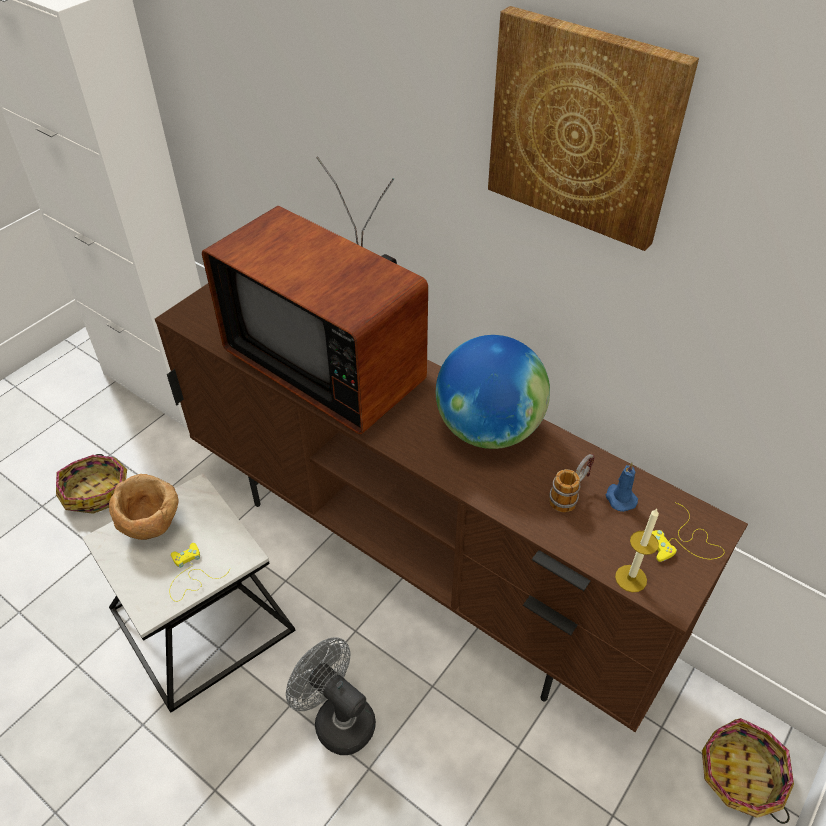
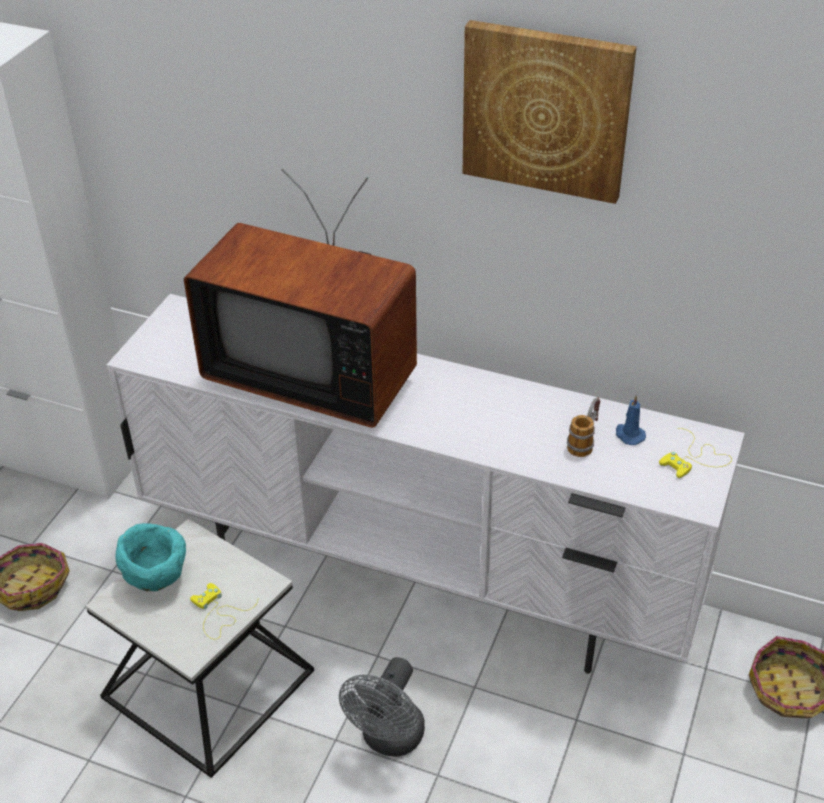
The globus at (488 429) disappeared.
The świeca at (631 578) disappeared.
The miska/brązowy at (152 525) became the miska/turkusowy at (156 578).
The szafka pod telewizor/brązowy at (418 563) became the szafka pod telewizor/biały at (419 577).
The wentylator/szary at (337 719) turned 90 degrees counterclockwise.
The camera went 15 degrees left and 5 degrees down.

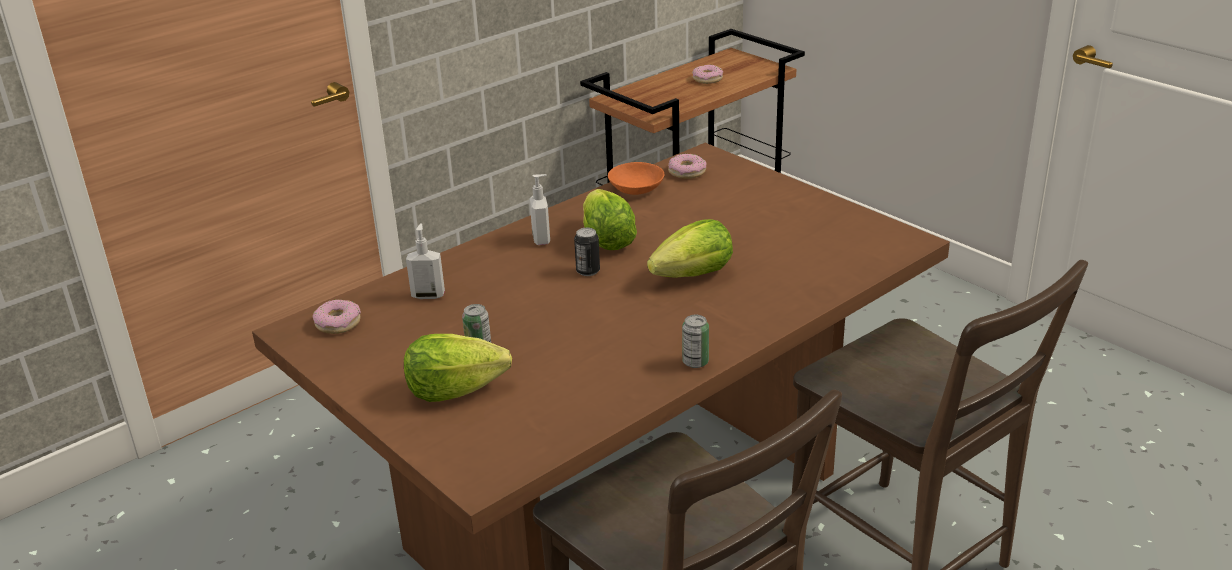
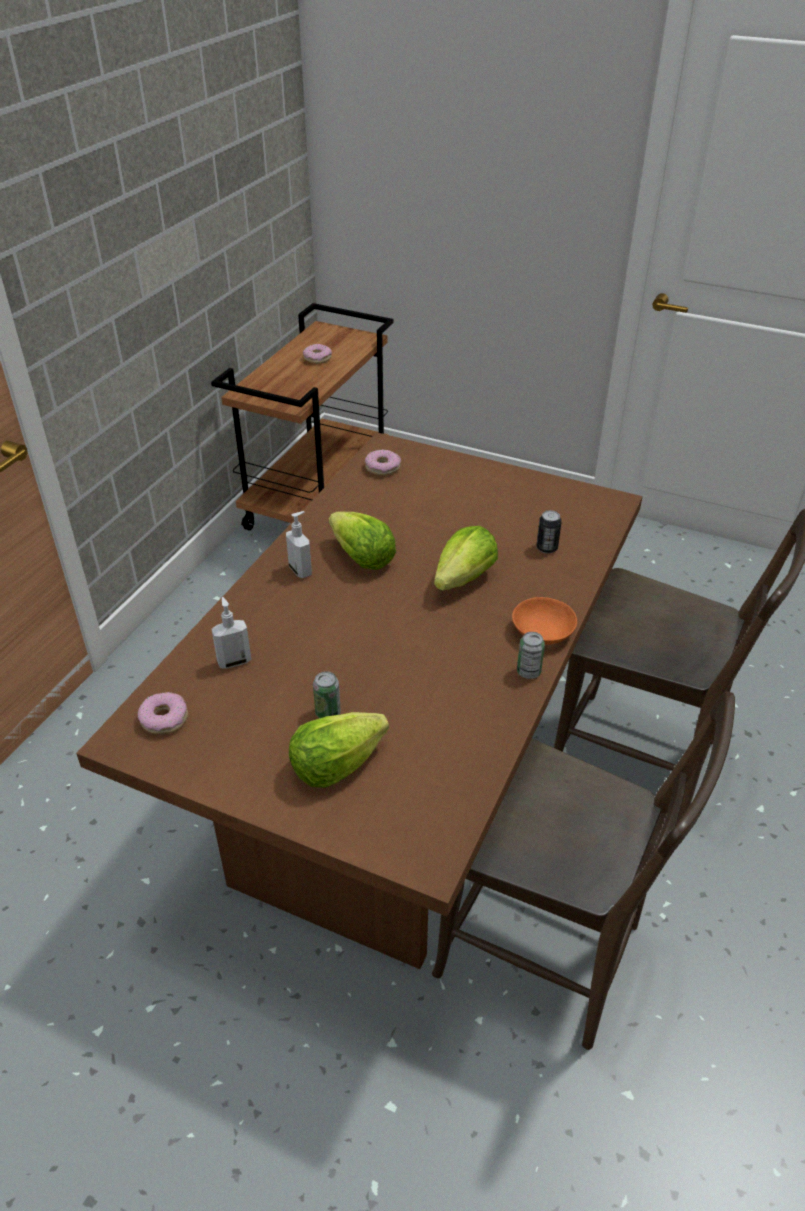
The puszka moved from (588 271) to (547 548).
The miska/pomarańczowy moved from (635 188) to (541 631).
The camera went 25 degrees left and 10 degrees up.

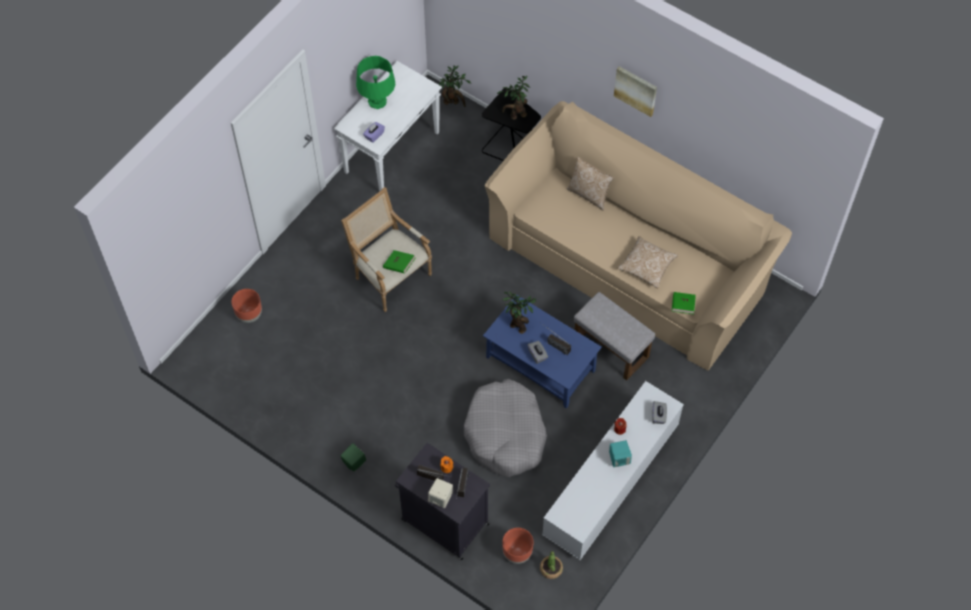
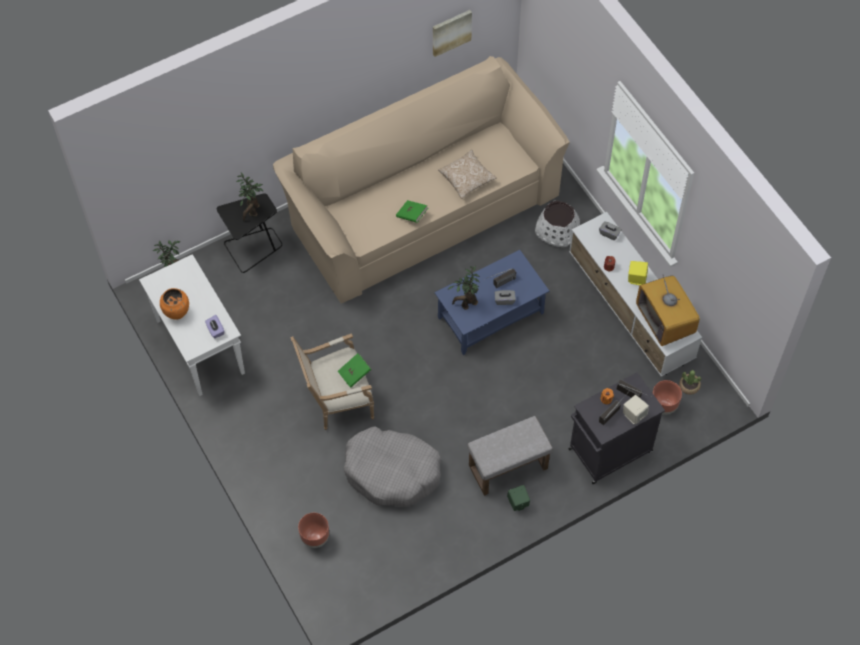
The poduszka at (589 194) disappeared.
The donica/biały at (557 230) appeared.
The telewizor at (665 320) appeared.
The legowisko/szary moved from (505 434) to (392 472).
The pufa/szary moved from (610 348) to (507 468).
The obraz moved from (636 90) to (451 32).
The książka/zielony moved from (682 306) to (412 215).
The lampa stołowa/zielony at (377 101) was replaced by the wazon/pomarańczowy at (177 313).
The głośnik/turkusowy at (619 459) became the głośnik/żółty at (636 278).
The camera went 65 degrees left and 0 degrees up.

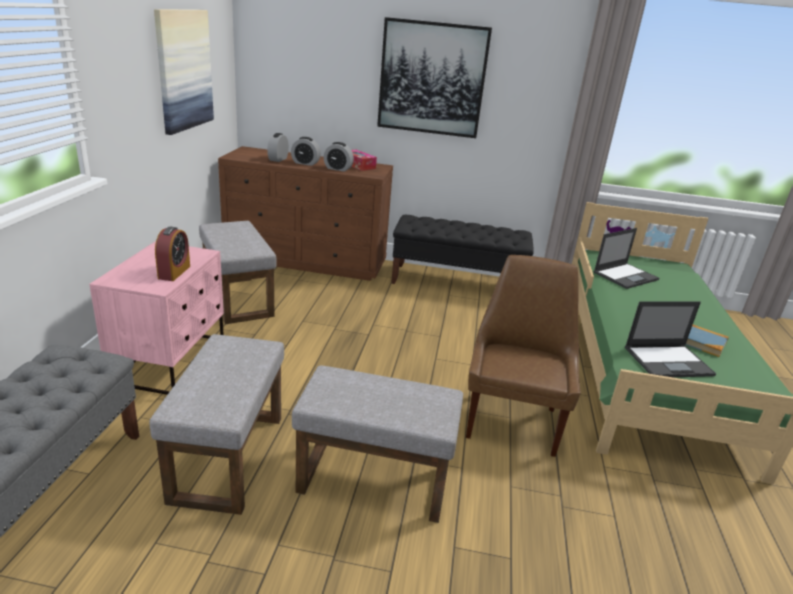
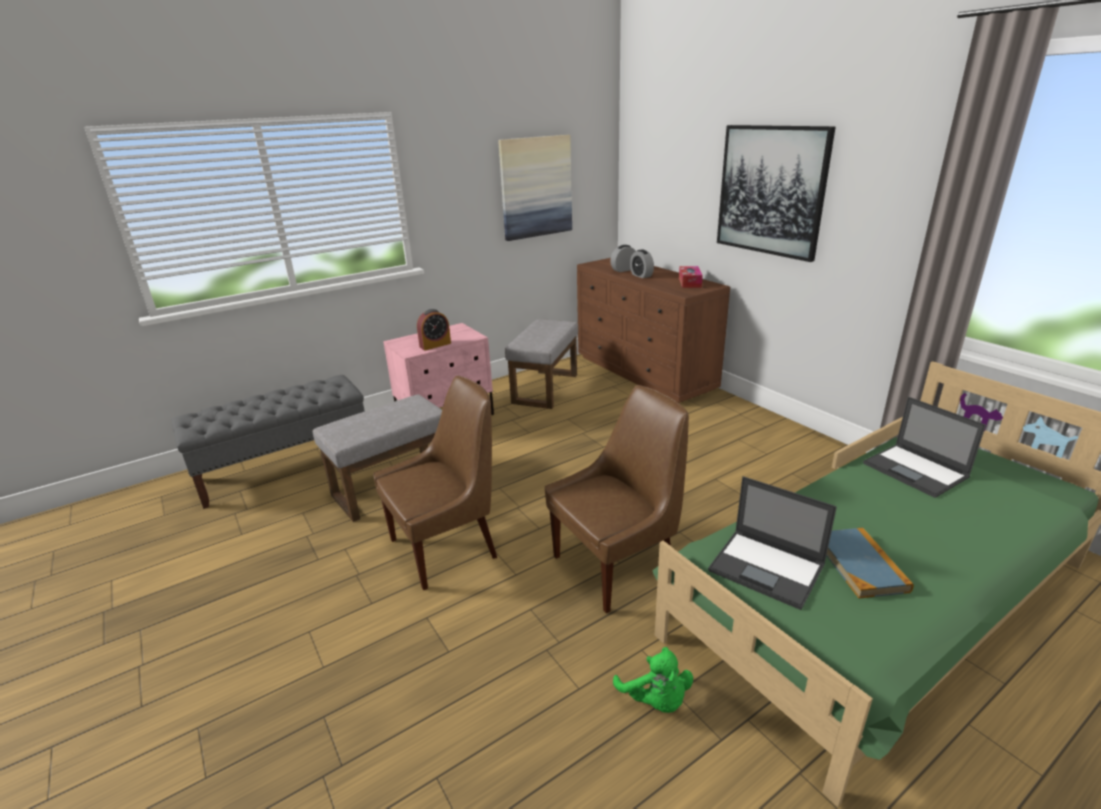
The budzik at (338 169) disappeared.
The ławka/czarny at (457 283) disappeared.
The pluszak/zielony at (655 700) appeared.
The pufa/szary at (376 480) was replaced by the krzesło/brązowy at (447 547).
The laptop at (626 276) turned 45 degrees clockwise.
The camera went 50 degrees right and 0 degrees up.

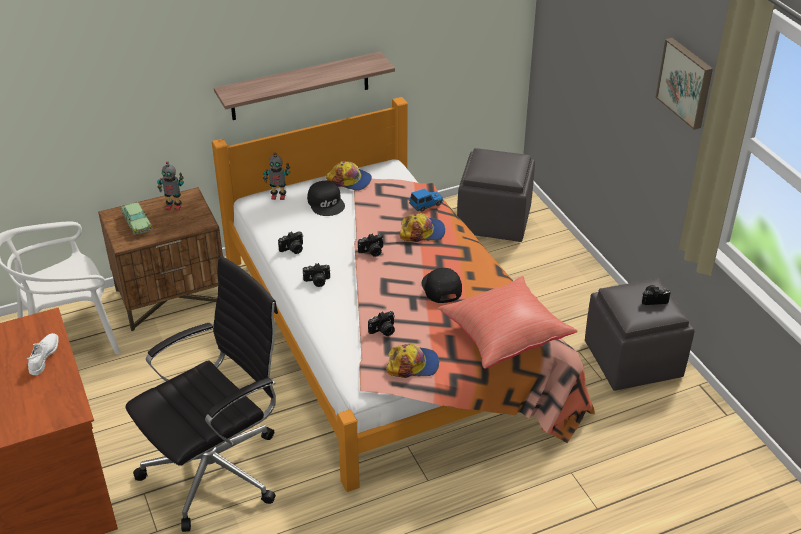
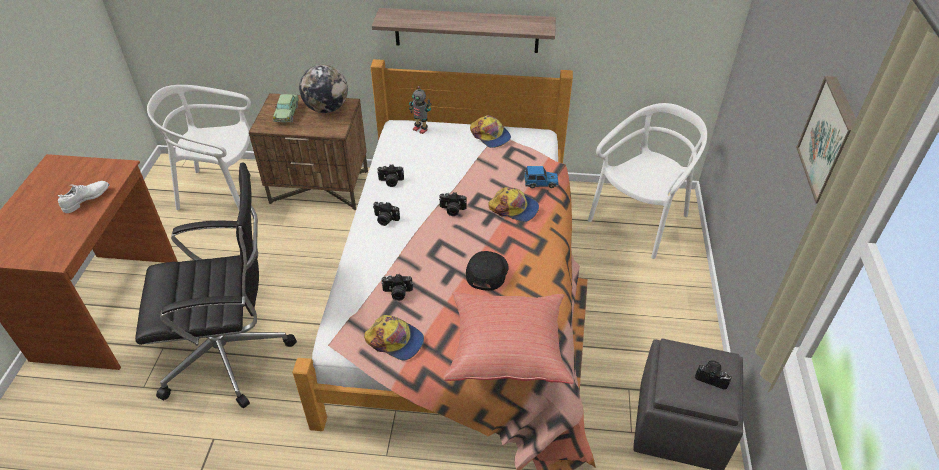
The czapka z daszkiem/czarny at (326 203) disappeared.
The robot zabawkowy at (174 206) was replaced by the globus at (326 108).
The pufa/szary at (495 220) was replaced by the krzesło/biały at (640 221).
The camera went 30 degrees right and 5 degrees up.

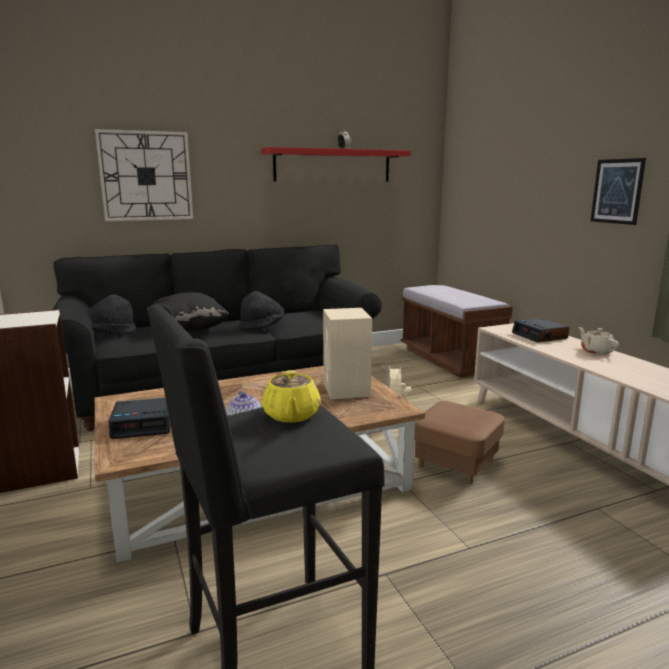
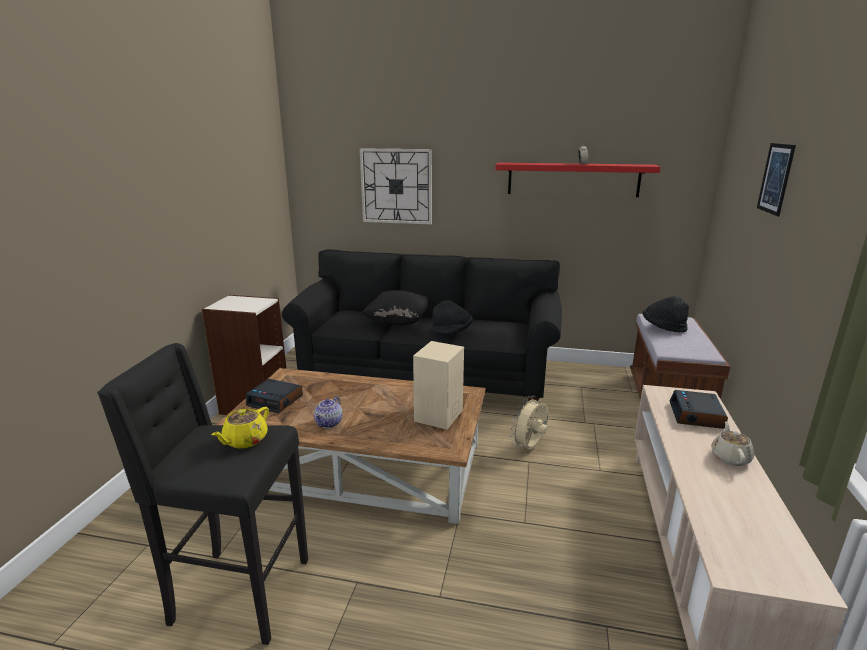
The pufa/brązowy at (456 463) disappeared.
The kapelusz/czarny moved from (110 333) to (663 328).
The obraz moved from (617 191) to (775 178).
The camera went 35 degrees right and 5 degrees up.

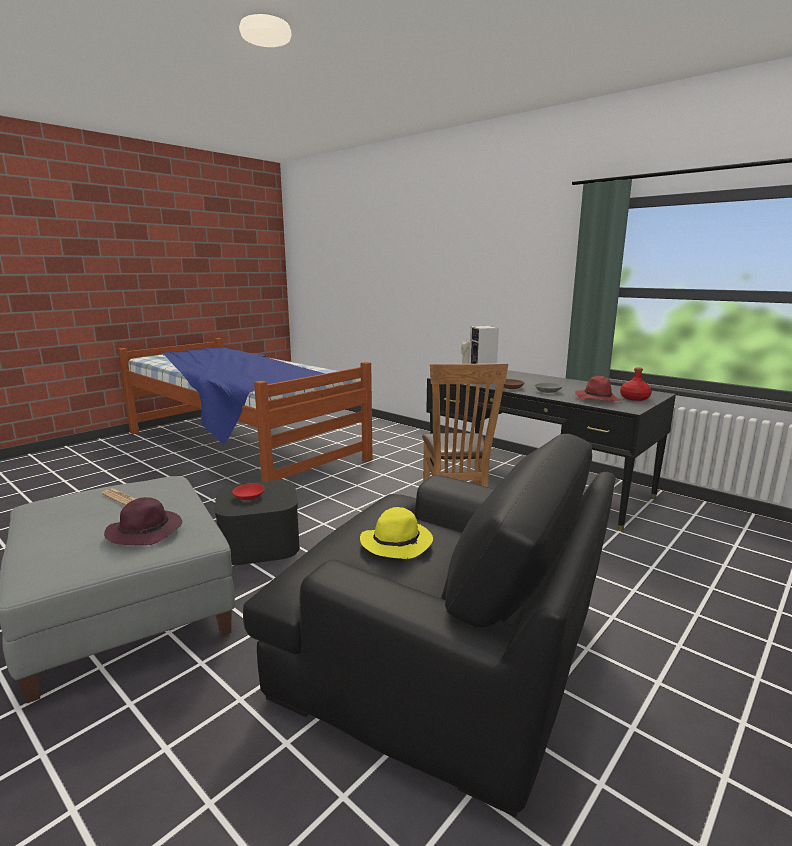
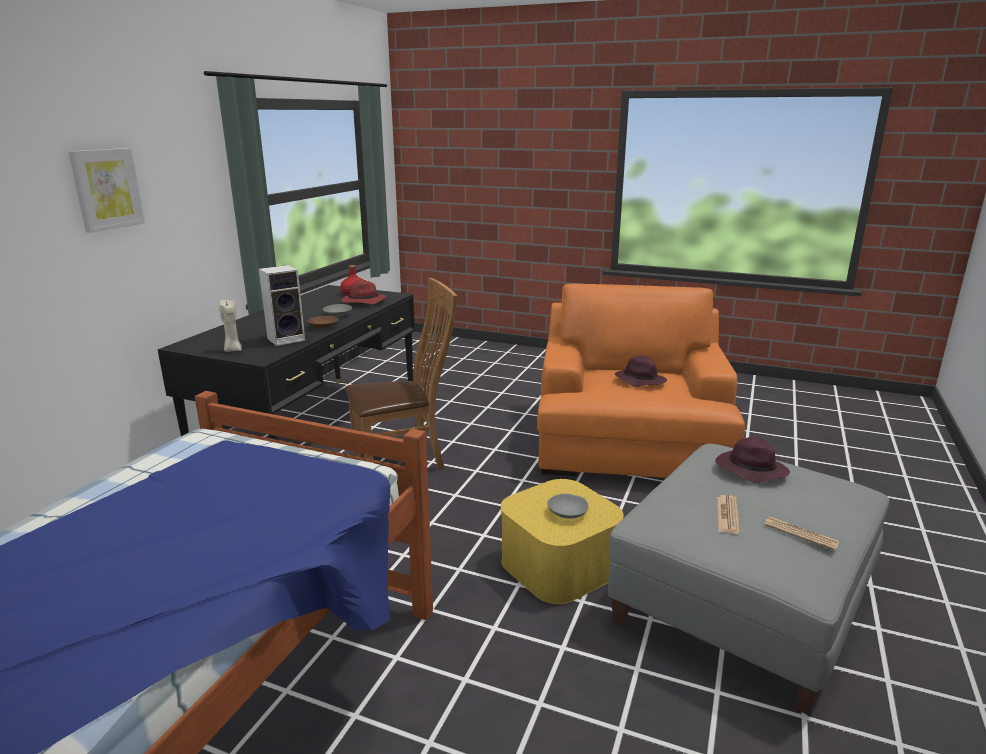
The obraz at (107 189) appeared.
The gazeta at (801 534) appeared.
The pojemnik do przechowywania/czarny at (260 542) became the pojemnik do przechowywania/żółty at (558 565).
The miska/czerwony at (249 497) became the miska/szary at (568 513).
The fotel/czarny at (442 657) became the fotel/pomarańczowy at (629 440).
The kapelusz/żółty at (397 542) became the kapelusz/fioletowy at (639 380).
The camera went 110 degrees left and 5 degrees up.

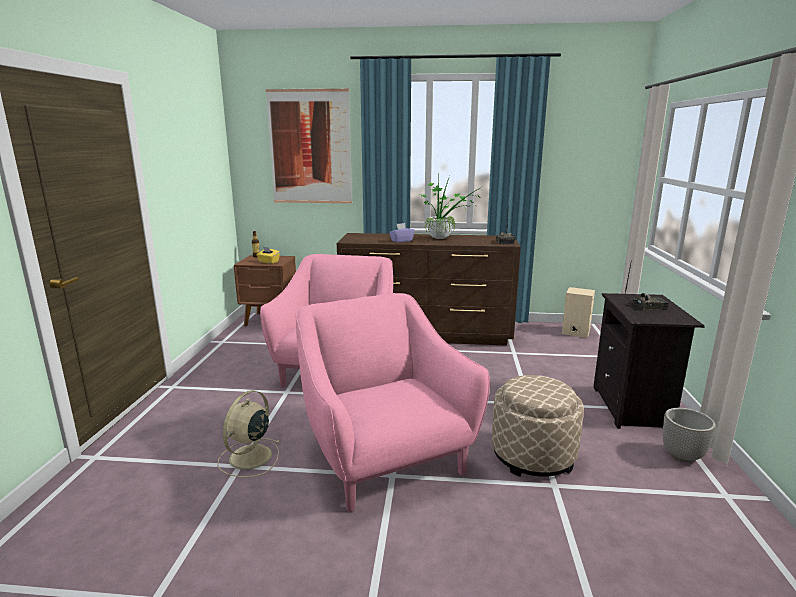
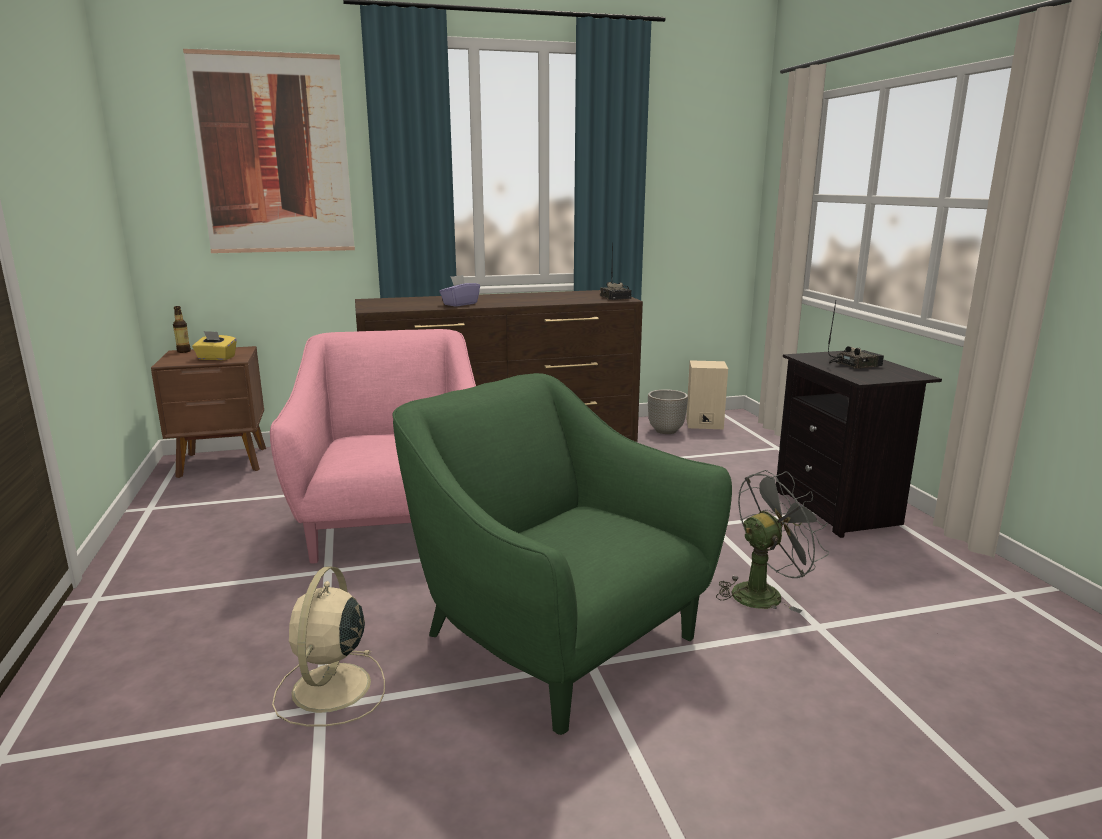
The roślina doniczkowa at (444 238) disappeared.
The donica moved from (682 455) to (666 431).
The pufa/beżowy at (532 455) was replaced by the wentylator/szary at (764 593).
The fotel/różowy at (383 455) became the fotel/zielony at (555 636).
The camera went 20 degrees left and 0 degrees up.

